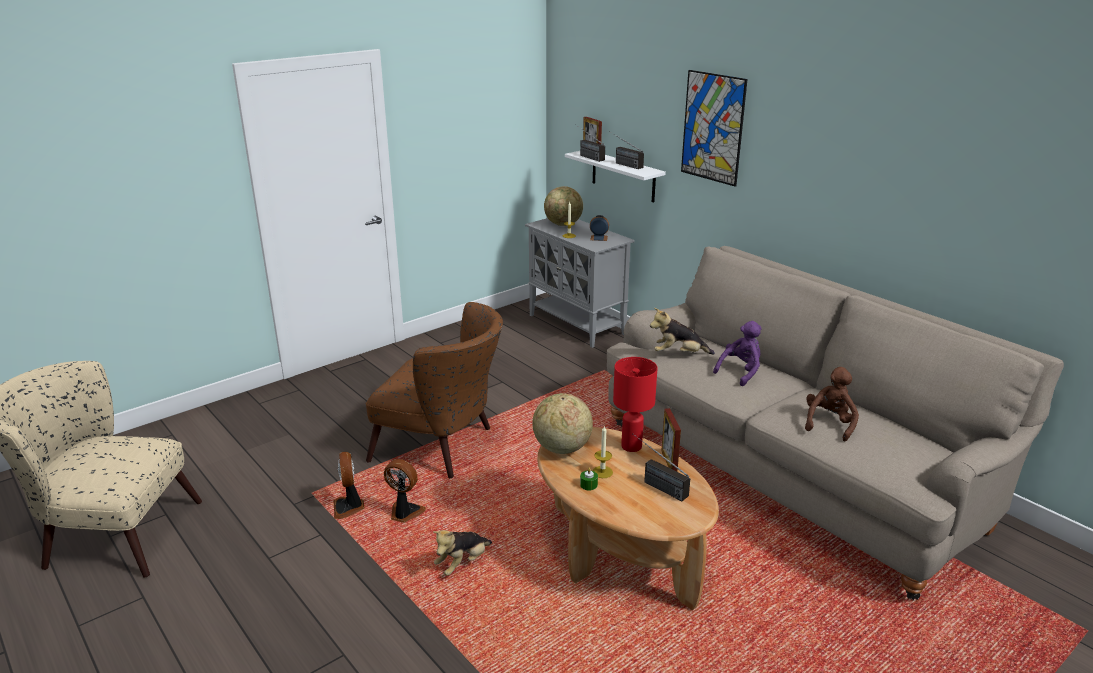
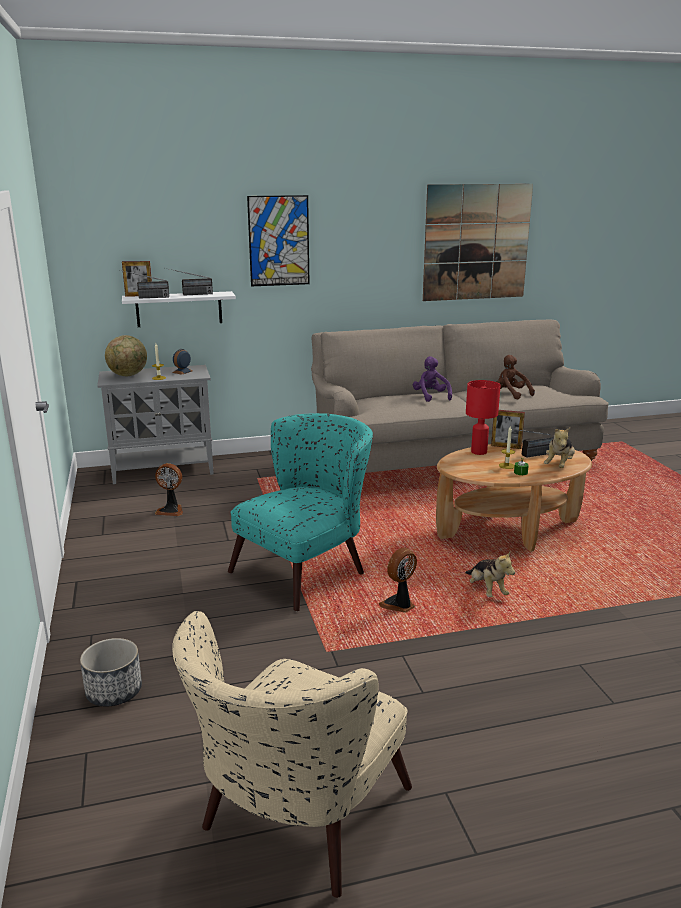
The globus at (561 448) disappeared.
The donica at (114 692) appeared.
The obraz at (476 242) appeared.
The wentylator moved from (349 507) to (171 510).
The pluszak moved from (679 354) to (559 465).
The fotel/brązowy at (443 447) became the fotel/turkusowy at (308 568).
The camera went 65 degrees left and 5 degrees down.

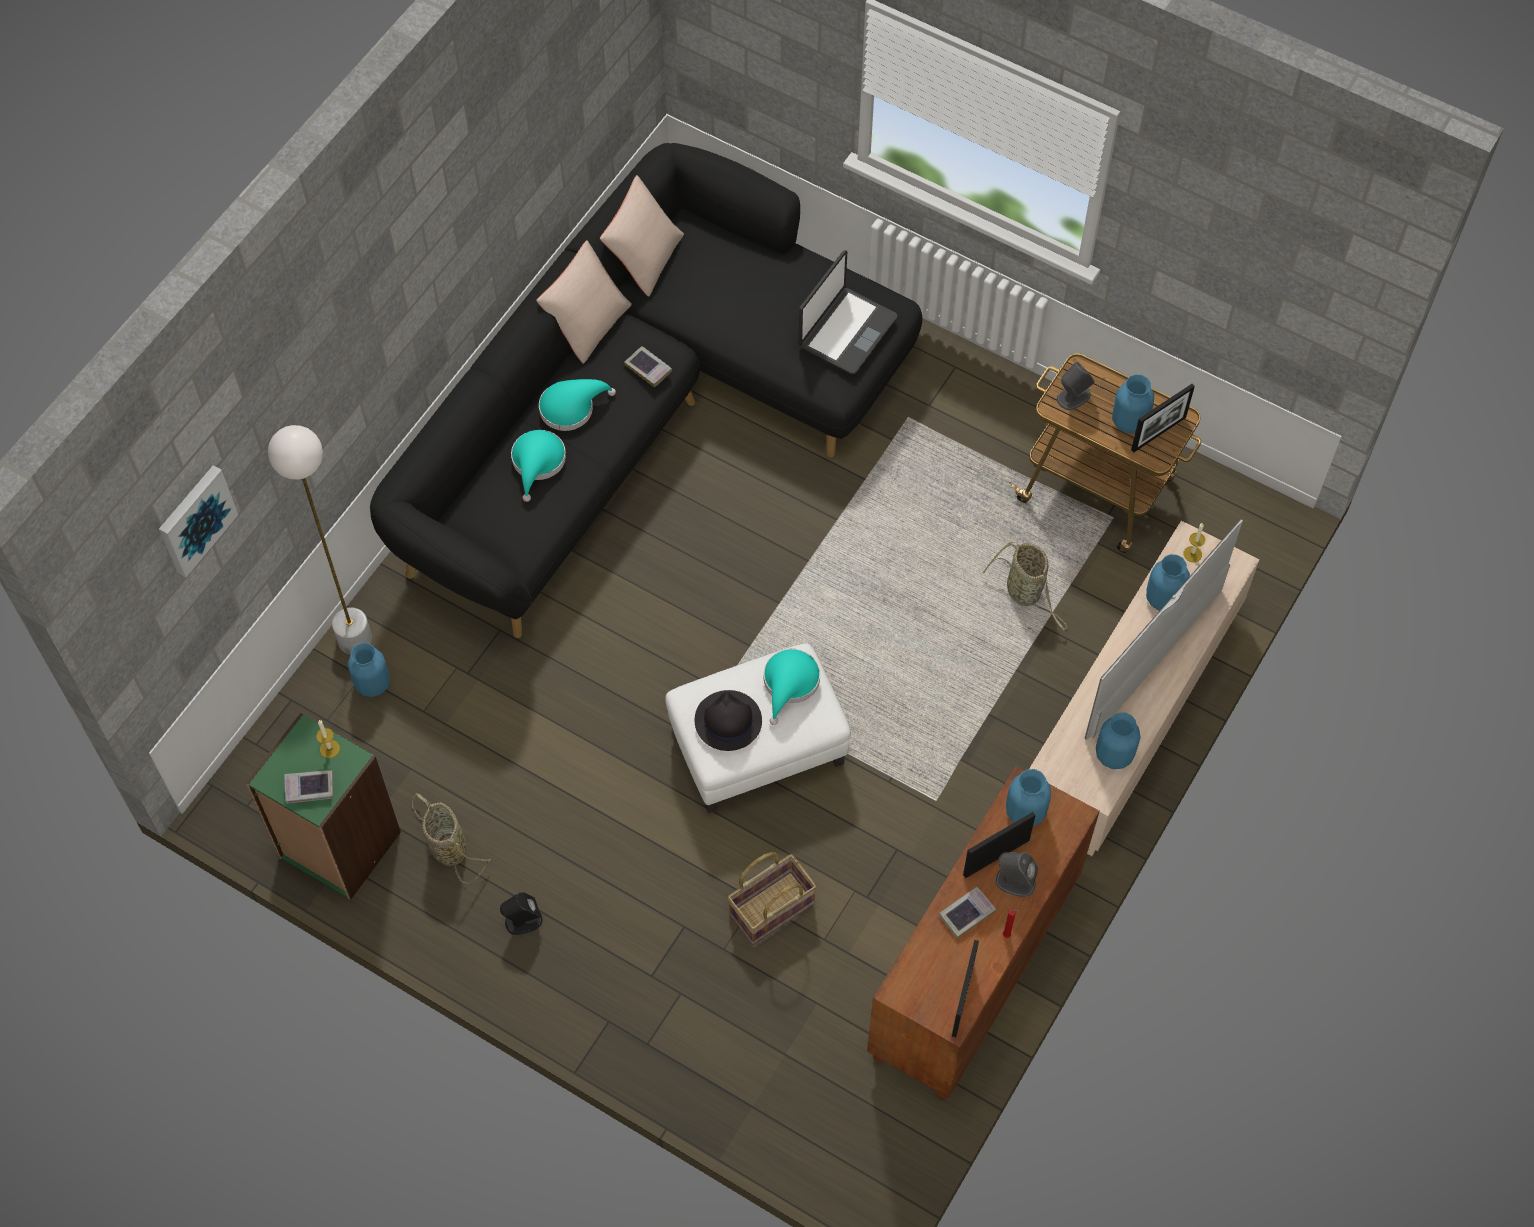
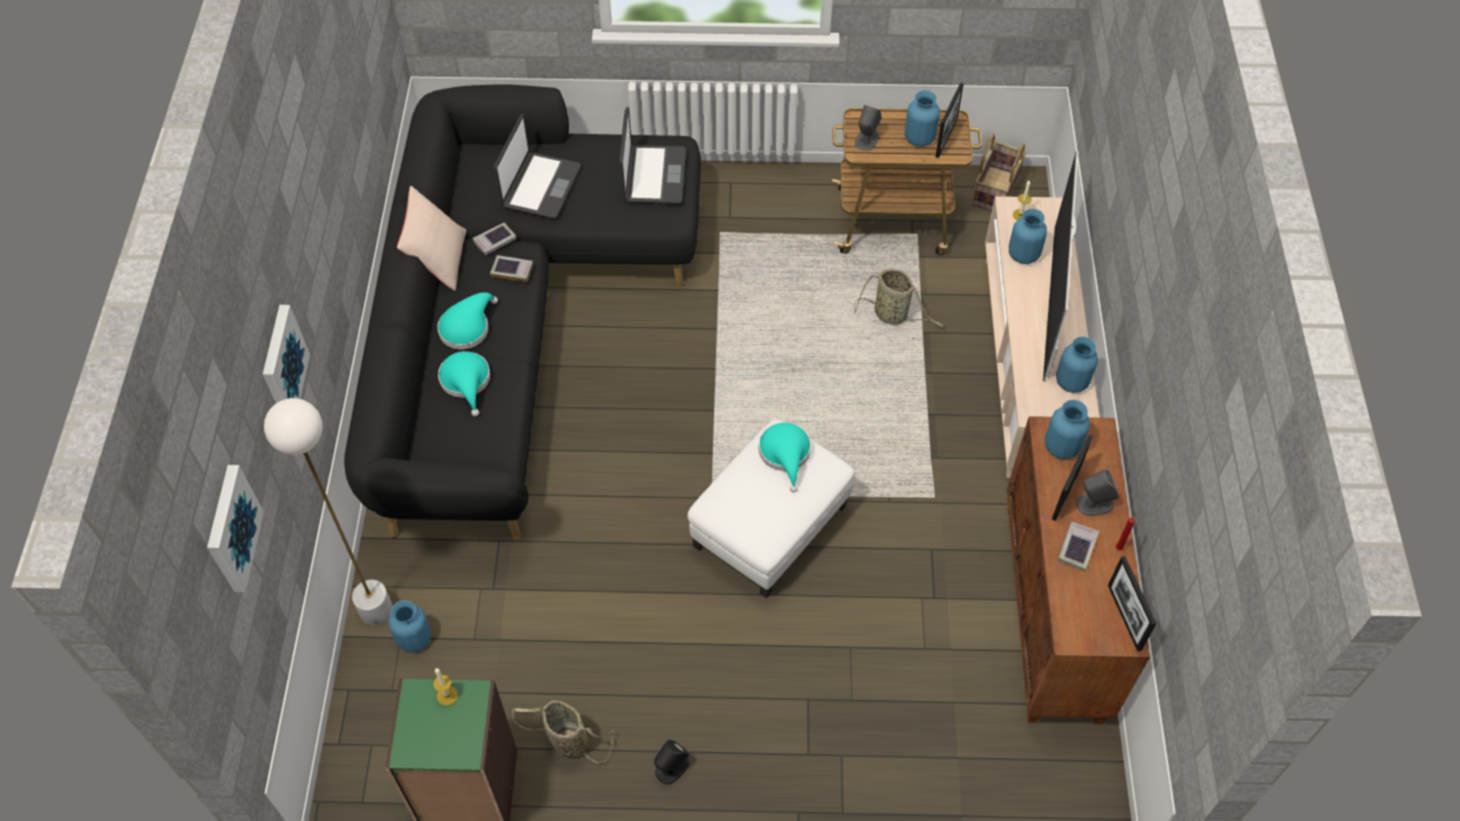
The poduszka/beżowy at (644 257) disappeared.
The kapelusz/czarny at (727 721) disappeared.
The obraz at (282 364) appeared.
The laptop at (540 186) appeared.
The książka moved from (309 788) to (495 241).
The koszyk moved from (771 907) to (994 189).
The camera went 30 degrees left and 5 degrees down.

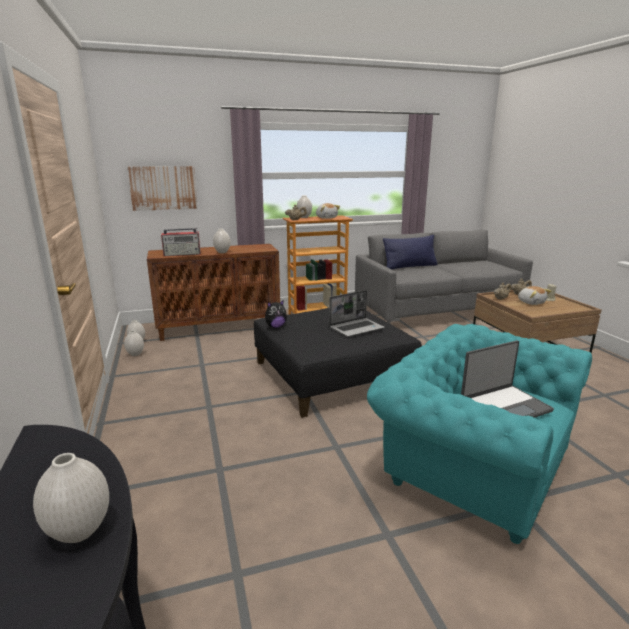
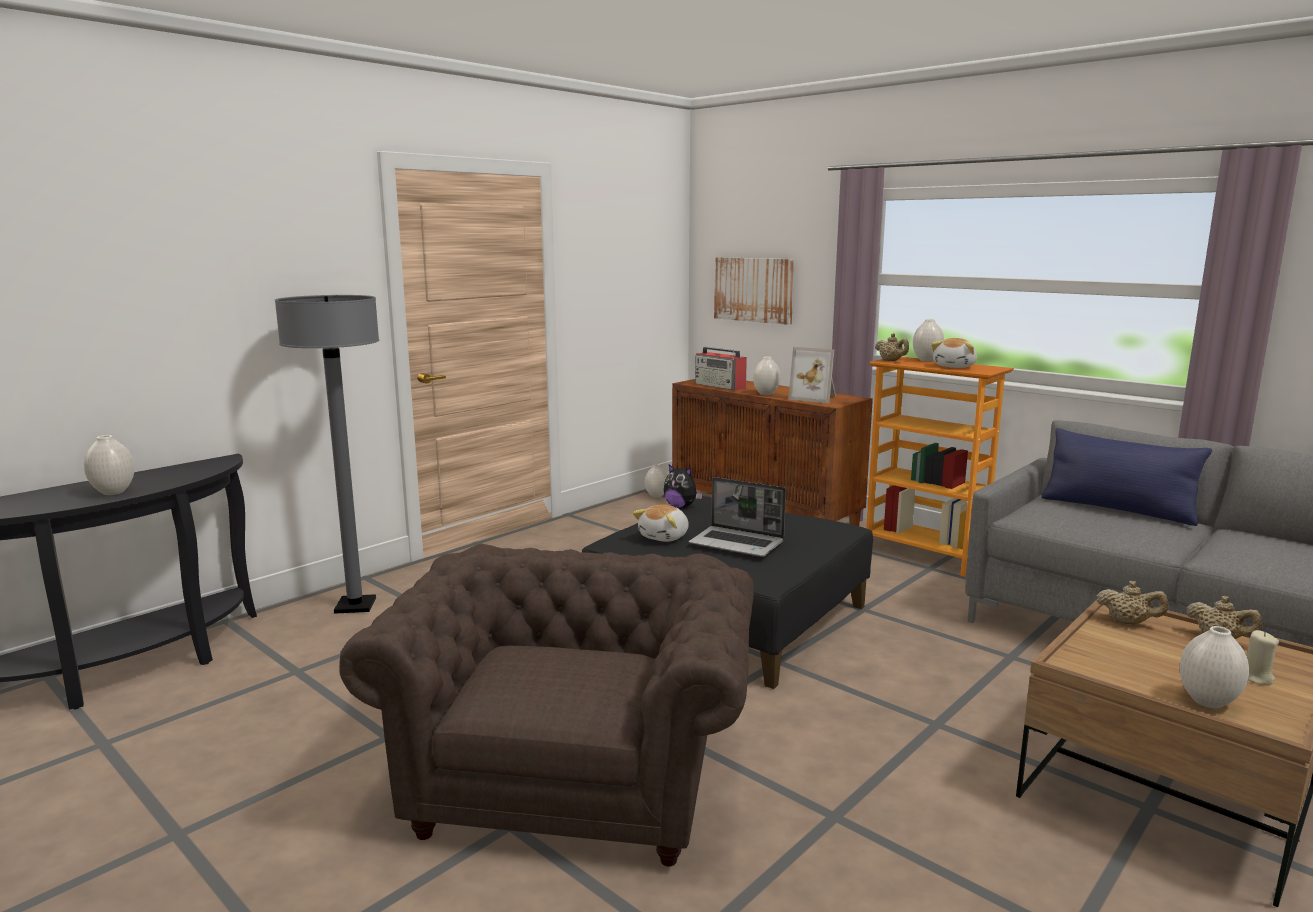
The laptop at (504 406) disappeared.
The lampa stojąca/szary at (355 606) appeared.
The ramka na zdjęcie at (815 398) appeared.
The wazon/biały moved from (135 354) to (1207 702).
The pluszak moved from (531 302) to (665 537).
The fotel/turkusowy at (470 467) became the fotel/brązowy at (574 776).
The camera went 60 degrees right and 5 degrees down.

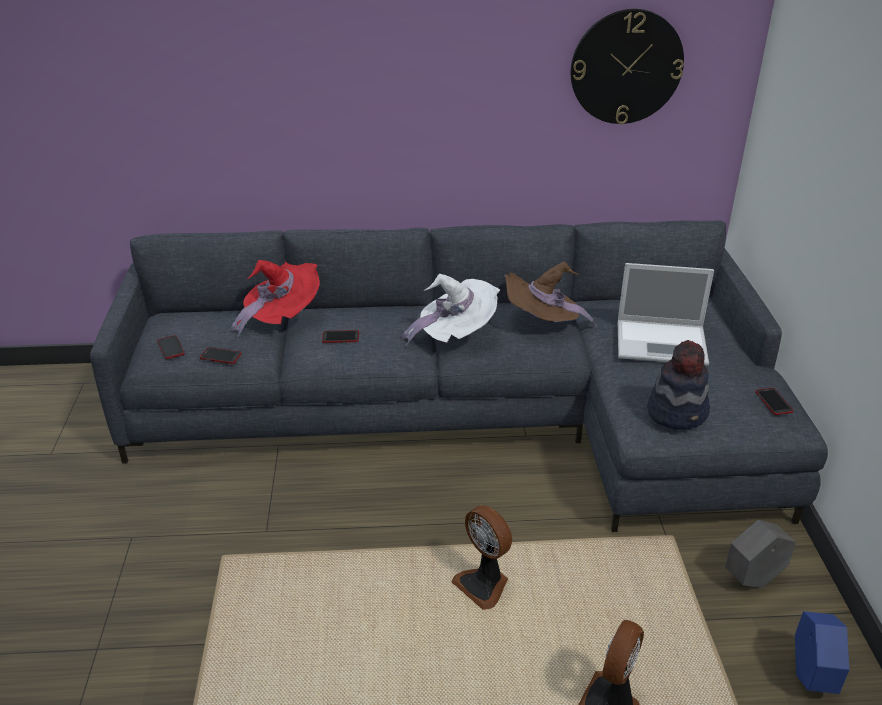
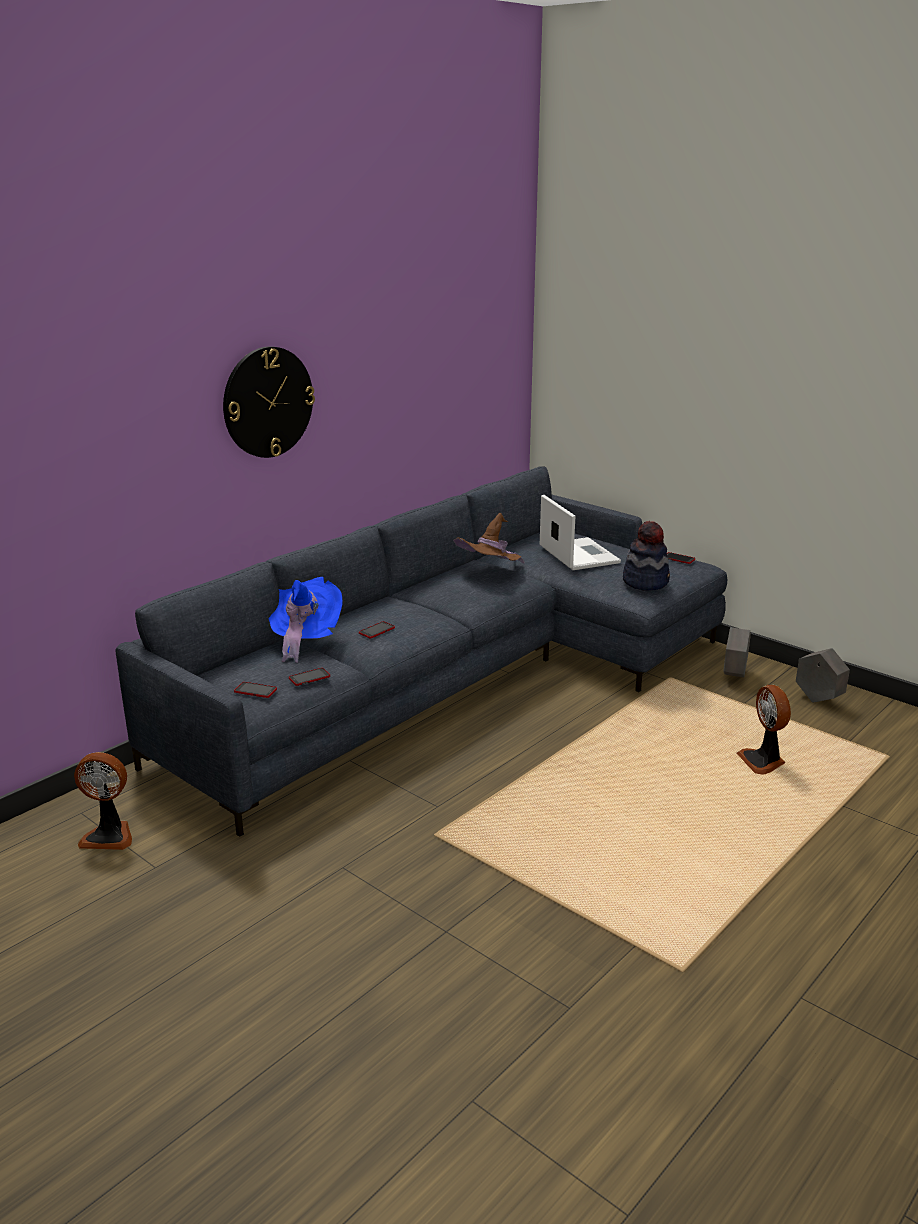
The kapelusz/biały at (455 335) disappeared.
The wentylator moved from (483 585) to (109 835).
The zegar ścienny moved from (626 67) to (268 402).
The kapelusz/czerwony at (281 317) became the kapelusz/niebieski at (304 639).
The donica/niebieski at (811 676) became the donica/szary at (818 699).
The laptop at (663 342) turned 75 degrees counterclockwise.
The camera went 45 degrees left and 10 degrees down.

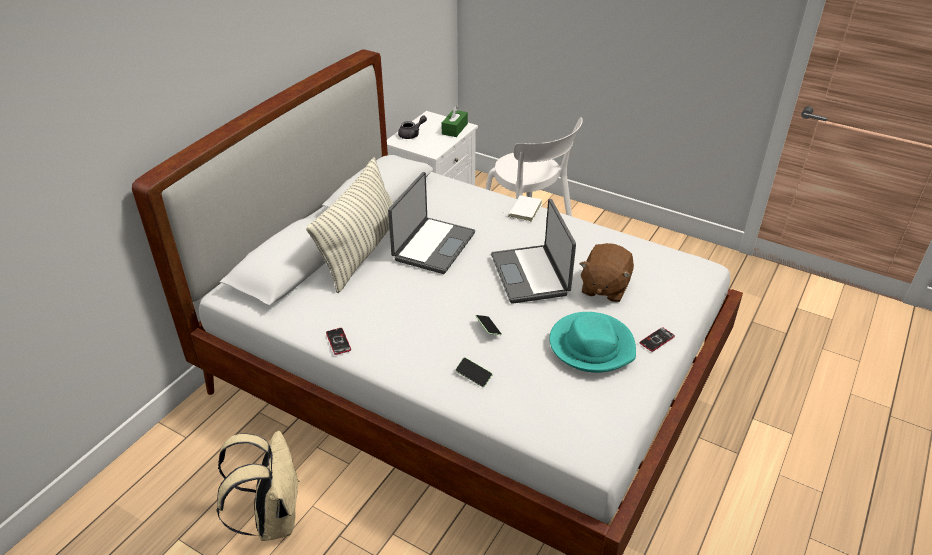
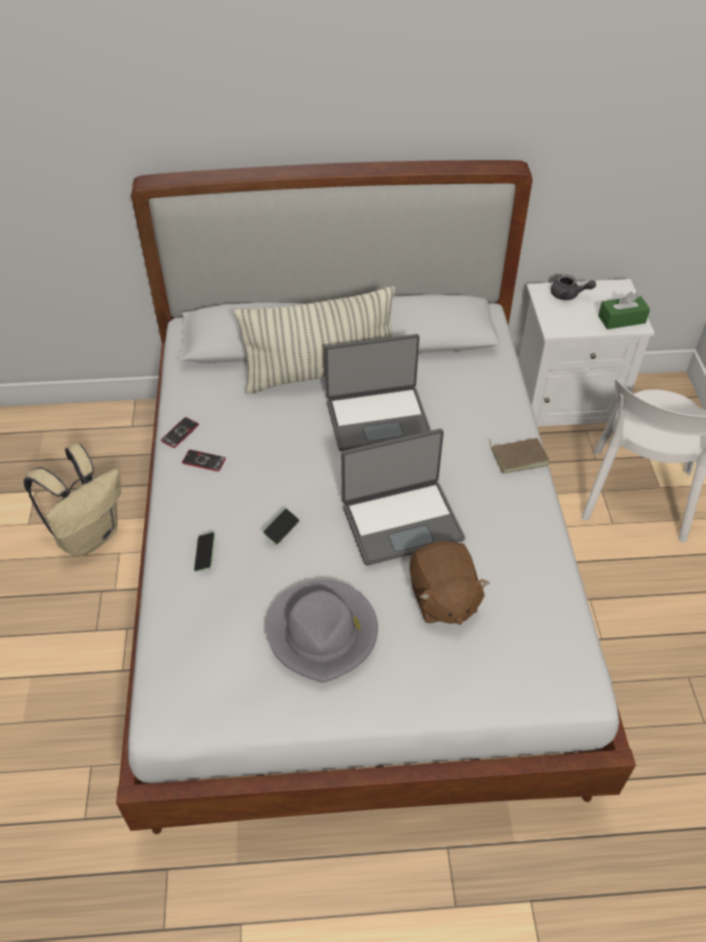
The telefon moved from (657 340) to (204 461).
The książka/biały at (524 210) became the książka/brązowy at (519 456).
The kapelusz/turkusowy at (591 345) became the kapelusz/szary at (323 632).
The laptop at (531 275) turned 150 degrees counterclockwise.
The pluszak/brązowy at (604 287) turned 90 degrees counterclockwise.
The camera went 55 degrees right and 10 degrees up.

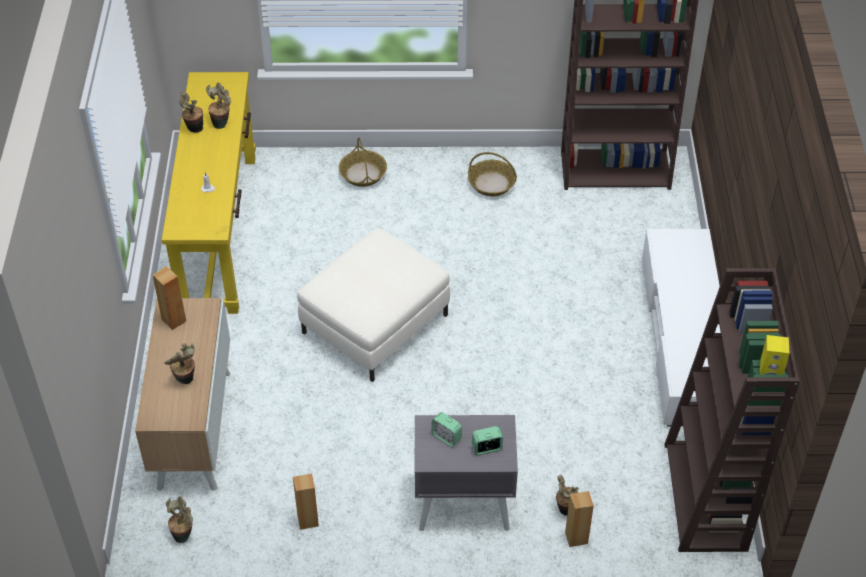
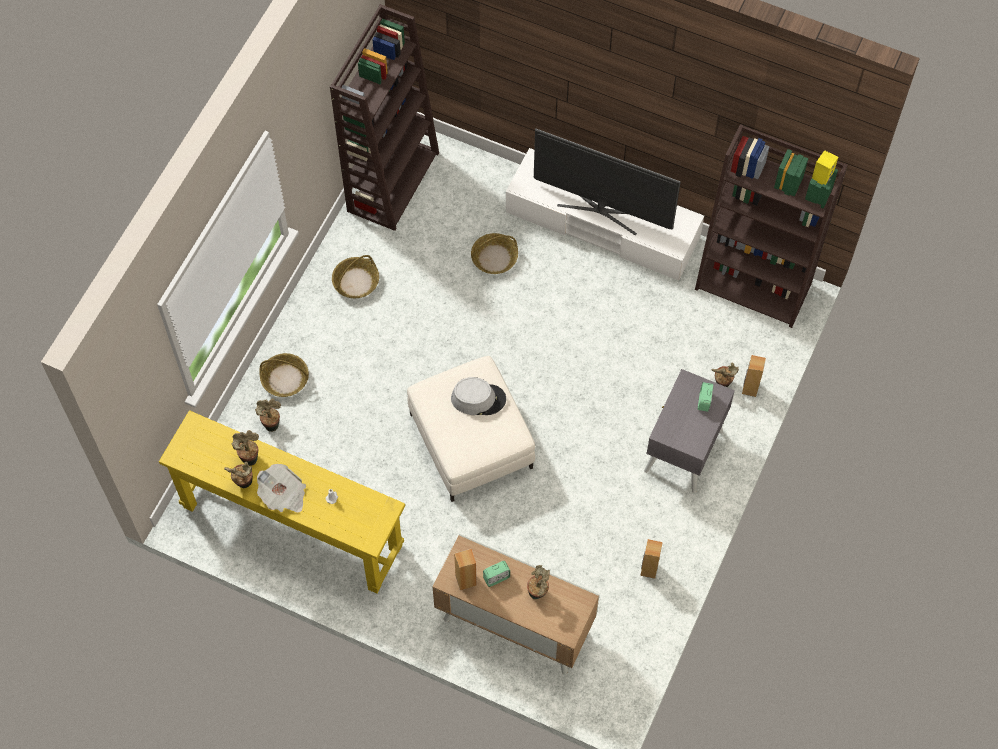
The gazeta at (283 495) appeared.
The kapelusz/szary at (478 398) appeared.
The koszyk at (494 258) appeared.
The telewizor at (602 209) appeared.
The roślina doniczkowa moved from (184 534) to (271 424).
The budzik moved from (446 437) to (496 577).
The camera went 65 degrees left and 15 degrees up.

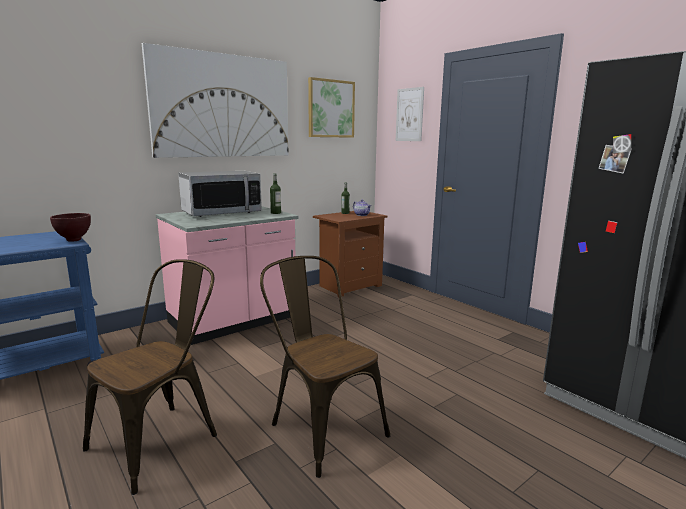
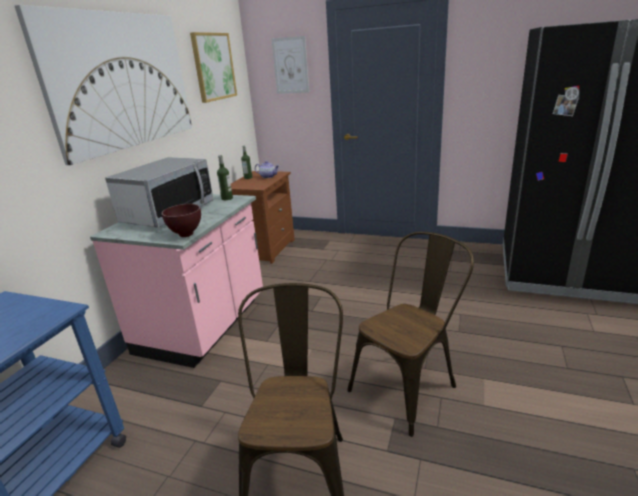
The miska/brązowy moved from (74 240) to (187 235).
The krzesło/brązowy at (321 426) turned 120 degrees clockwise.
The camera went 30 degrees left and 10 degrees up.

